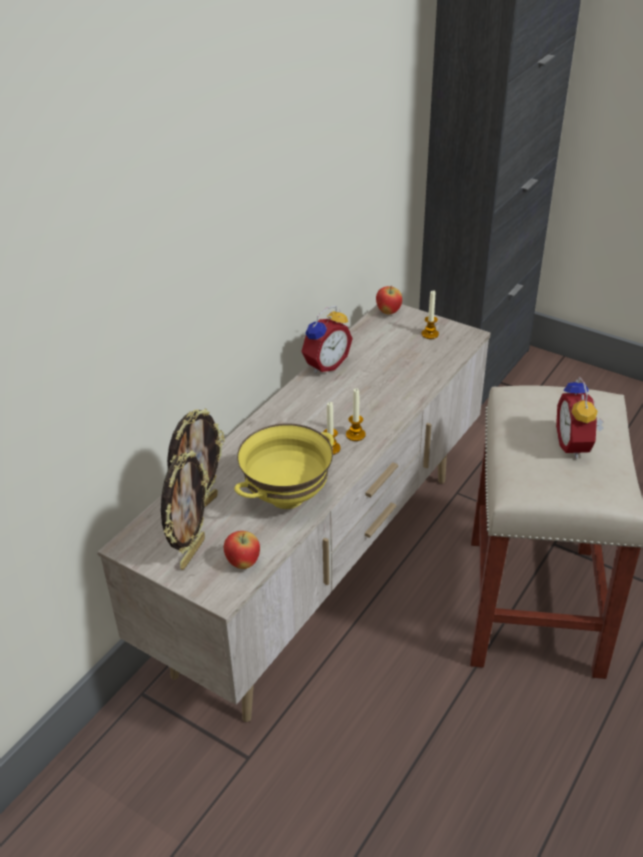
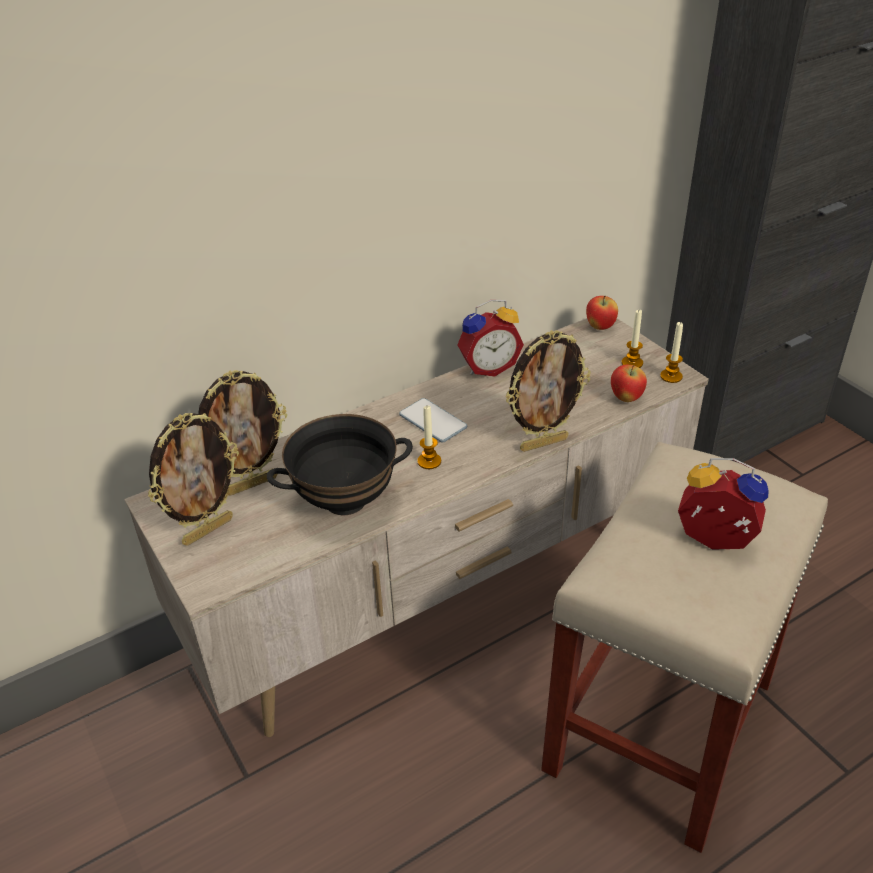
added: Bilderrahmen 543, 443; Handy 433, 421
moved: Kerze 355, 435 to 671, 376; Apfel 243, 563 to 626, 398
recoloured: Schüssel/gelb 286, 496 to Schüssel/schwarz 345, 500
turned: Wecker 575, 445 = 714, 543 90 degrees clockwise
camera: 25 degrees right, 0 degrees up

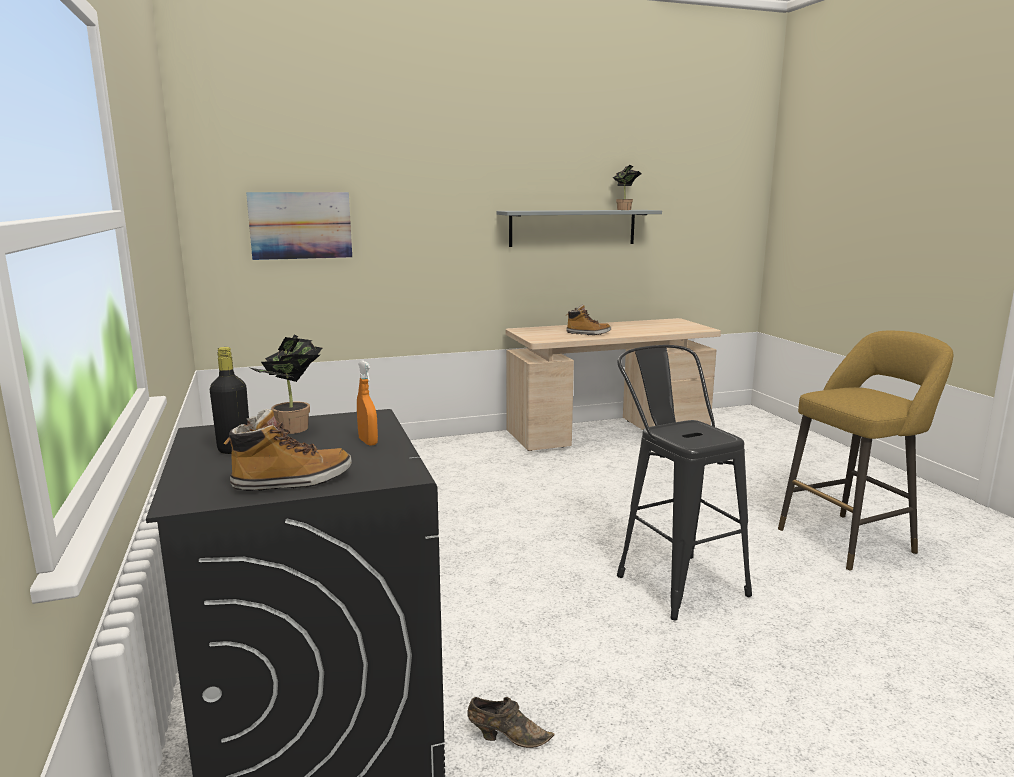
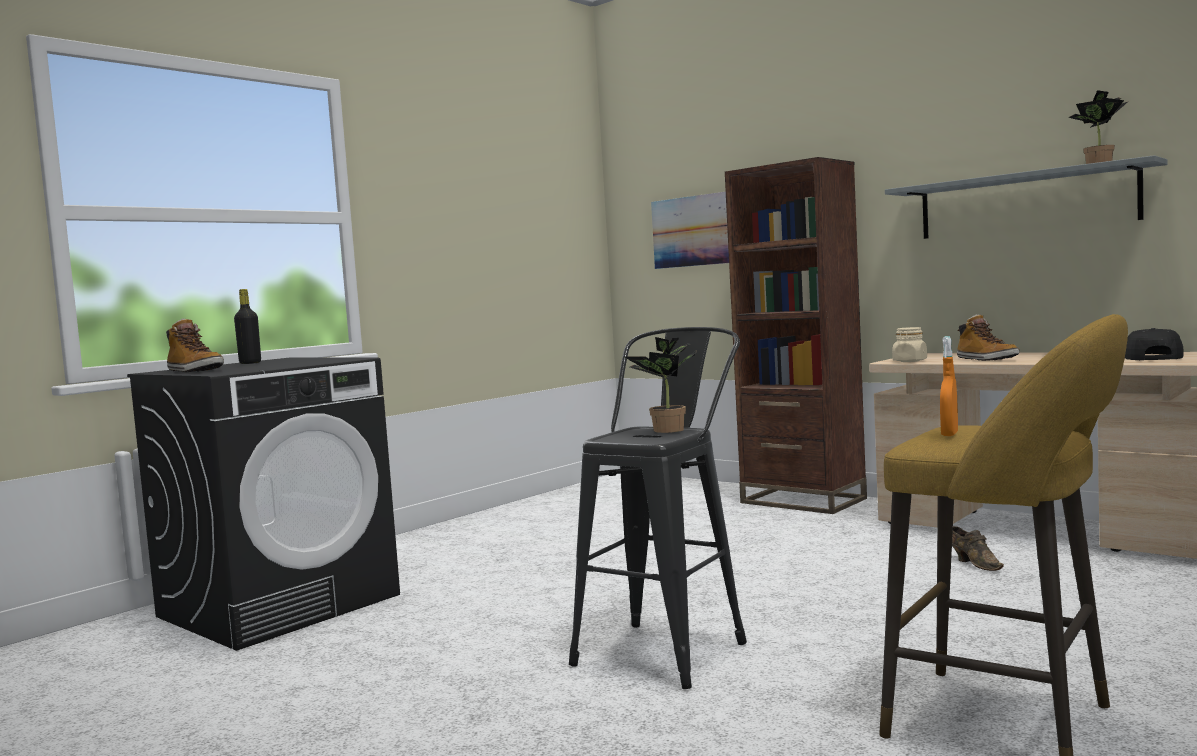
added: Bücherregal/braun 803, 501; Vorratsglas/beige 910, 361; Kappe/schwarz 1150, 357
moved: Topfpflanze 293, 430 to 666, 431; Sprühflasche/orange 368, 442 to 949, 434; Schuh/braun 507, 737 to 974, 564
camera: 60 degrees right, 10 degrees down

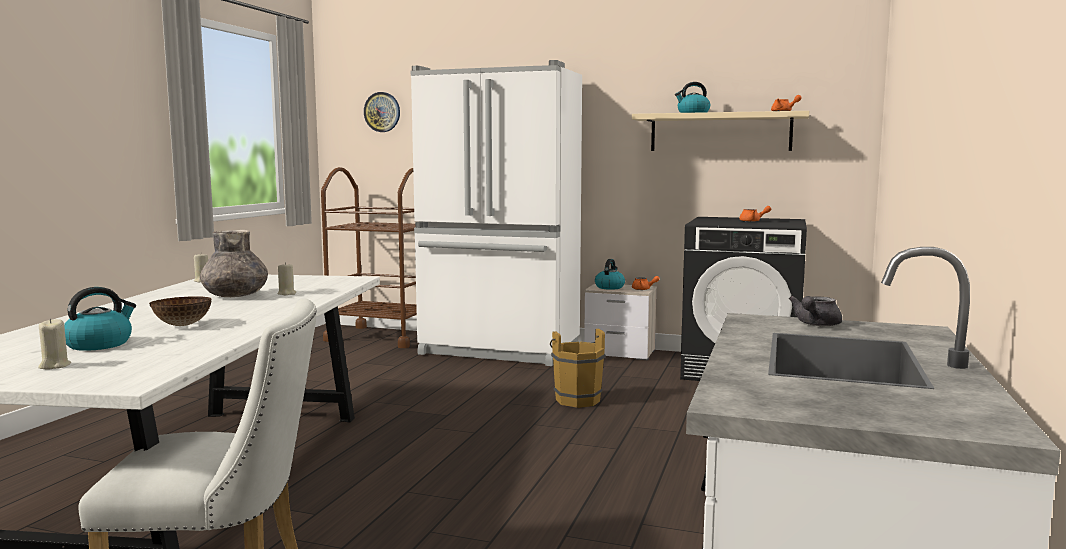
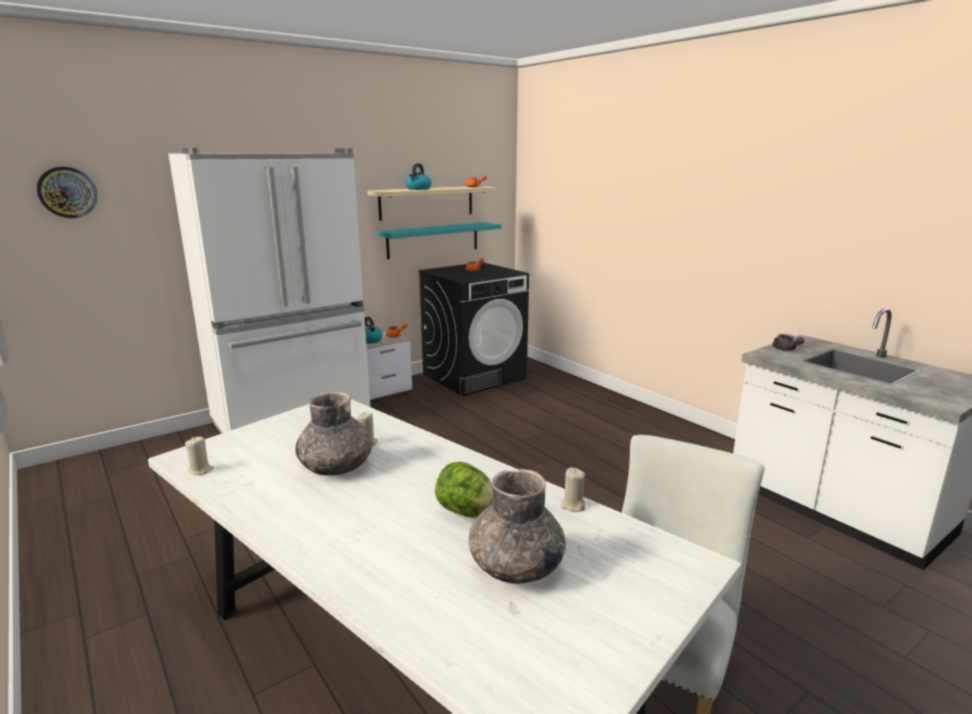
removed: Rollwagen/braun 381, 337; Eimer/braun 576, 399
added: Wandregal/türkis 433, 240
moved: Kerze/beige 54, 366 to 572, 505
replaced: Wasserkessel 99, 344 to Vase/grau 516, 567; Schüssel 183, 325 to Salatkopf 466, 512
camera: 55 degrees left, 10 degrees up

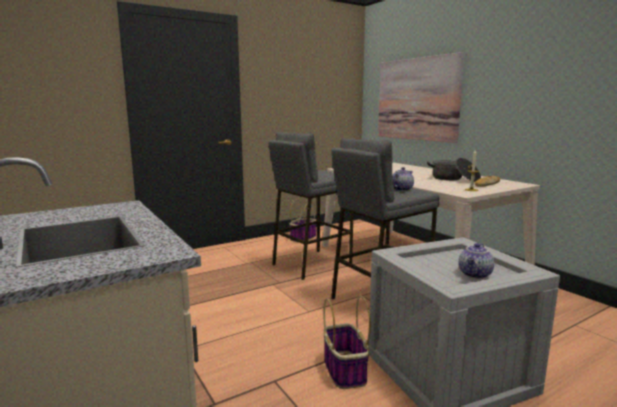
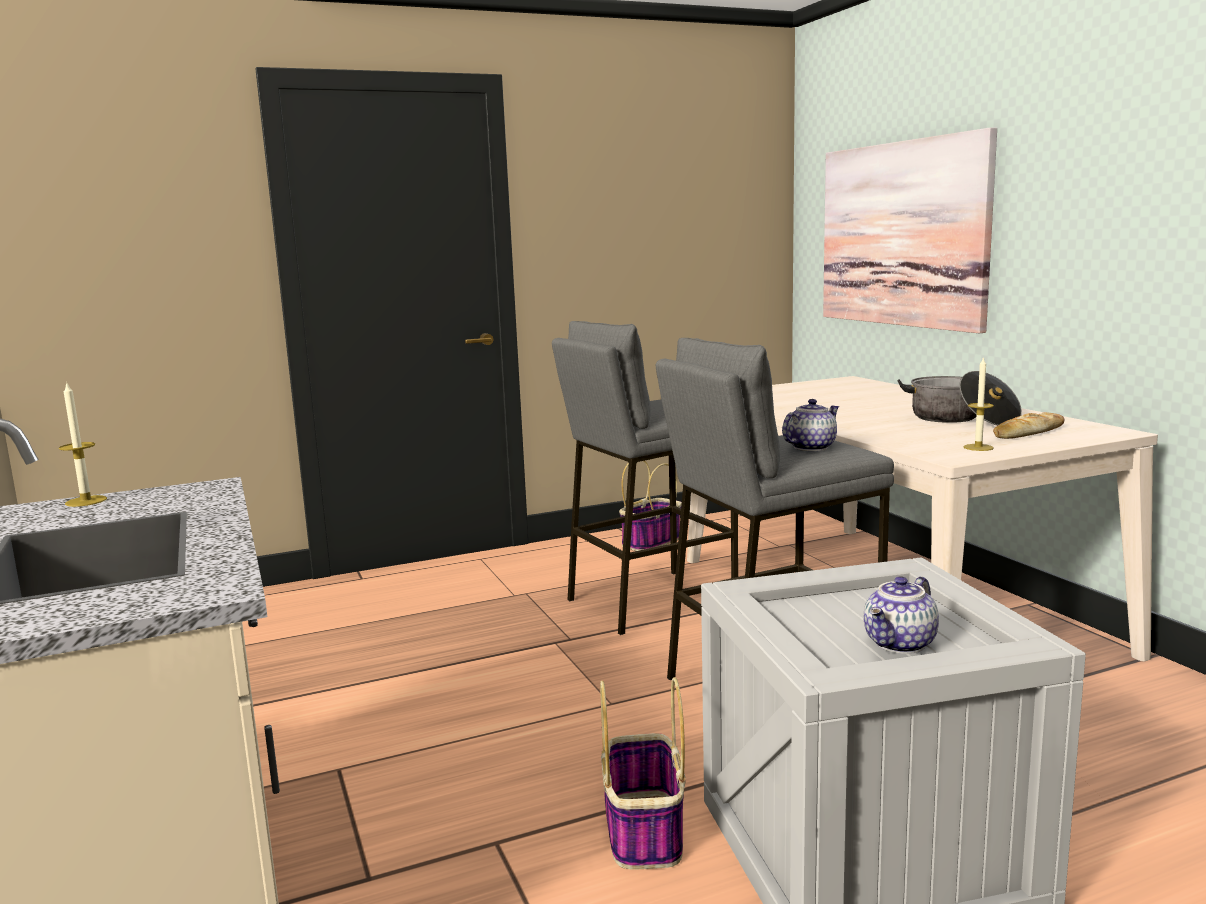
added: Kerze 86, 501
camera: 10 degrees right, 0 degrees up

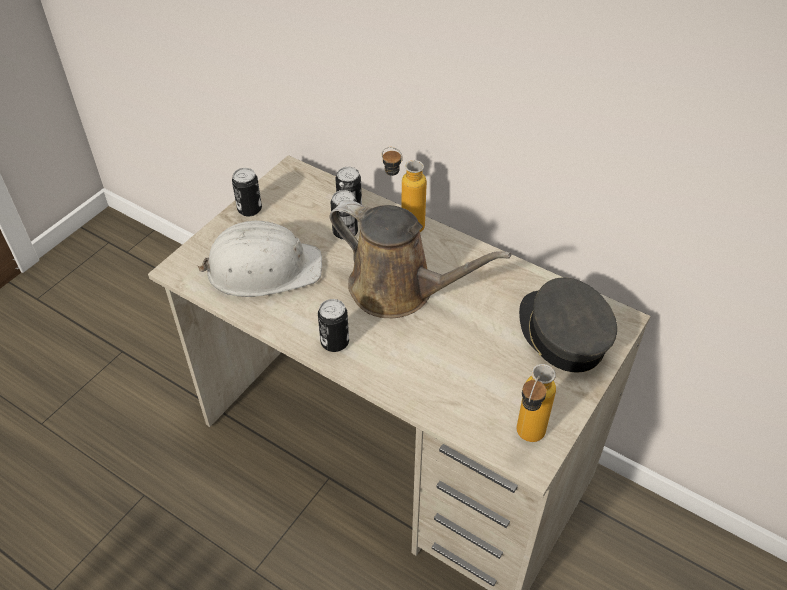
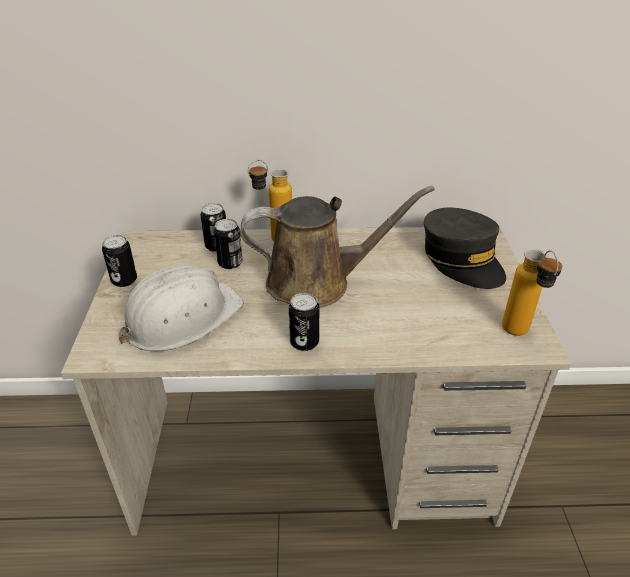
turned: Kappe/grau 562, 335 = 462, 259 150 degrees counterclockwise
camera: 35 degrees left, 10 degrees down

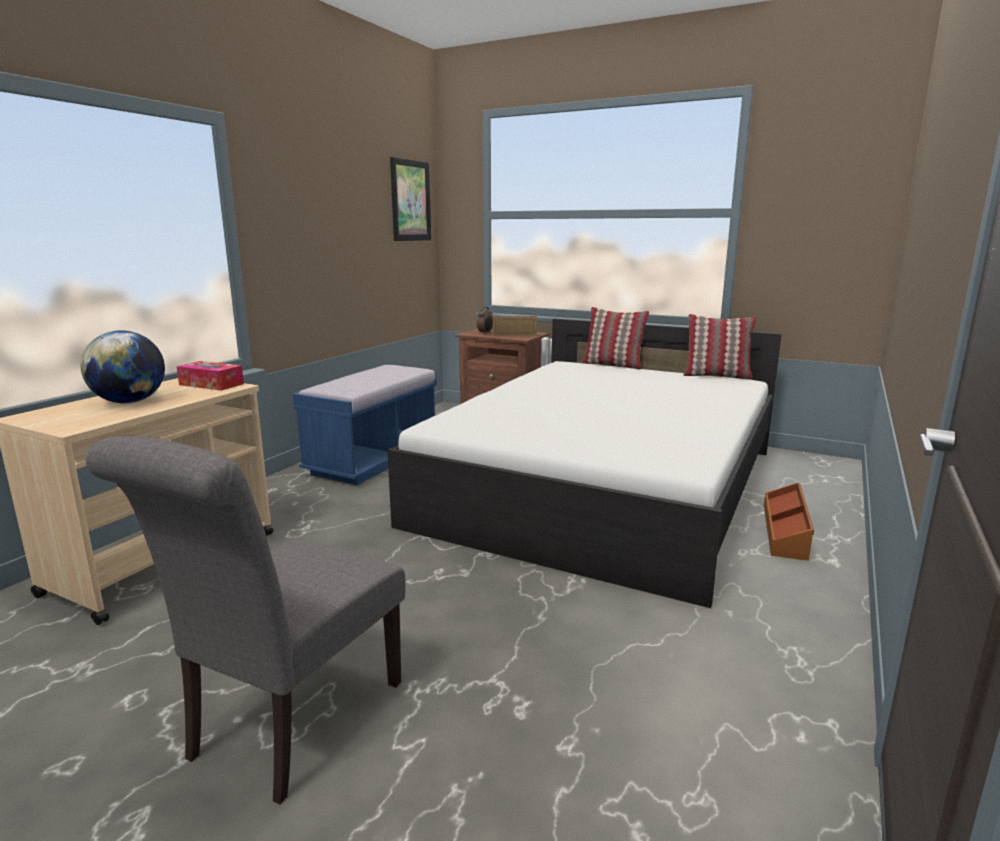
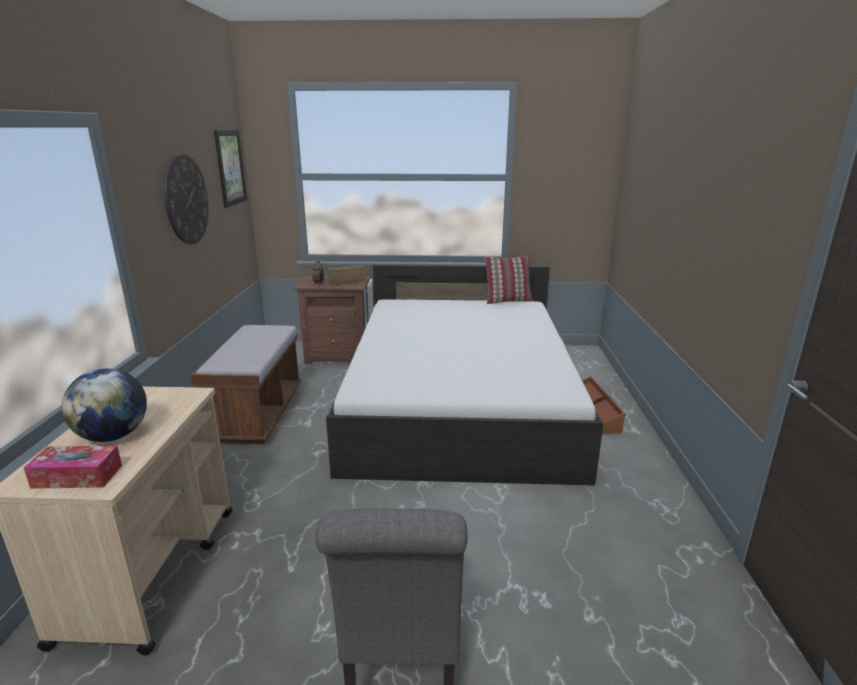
removed: Kissen 612, 365
added: Wanduhr 186, 200
moved: Taschentuchbox 211, 384 to 77, 476
recoloured: Bank/blau 373, 460 to Bank/braun 257, 414
camera: 25 degrees left, 5 degrees up

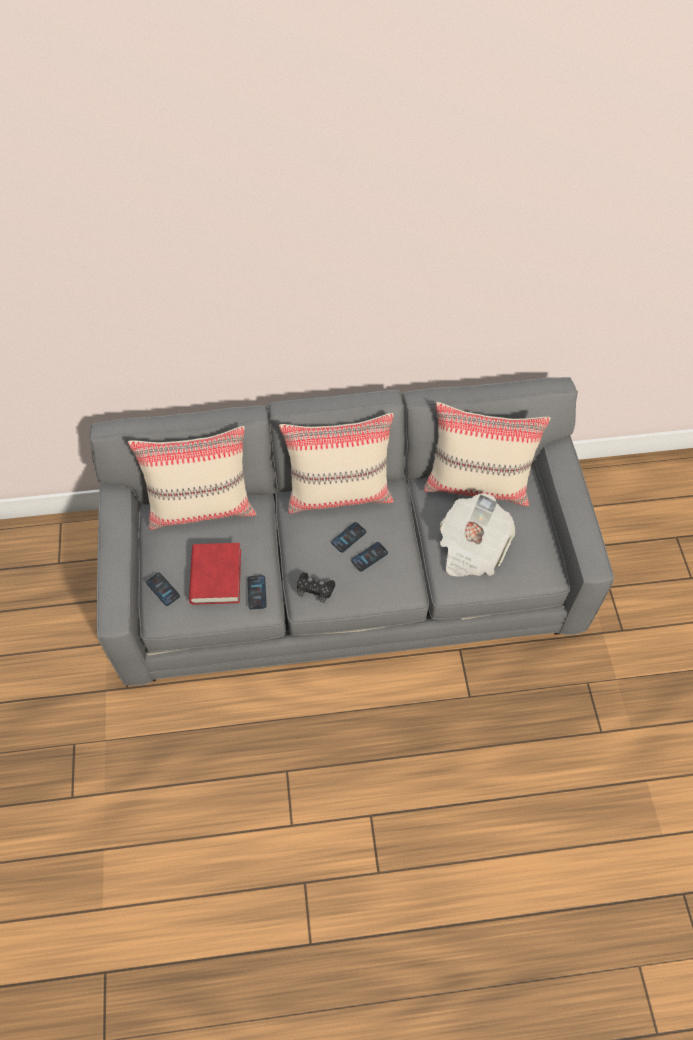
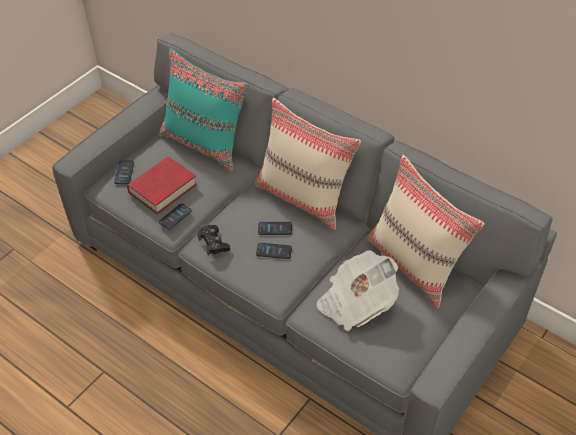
recoloured: Kissen/beige 202, 507 to Kissen/türkis 205, 144
camera: 45 degrees right, 10 degrees down

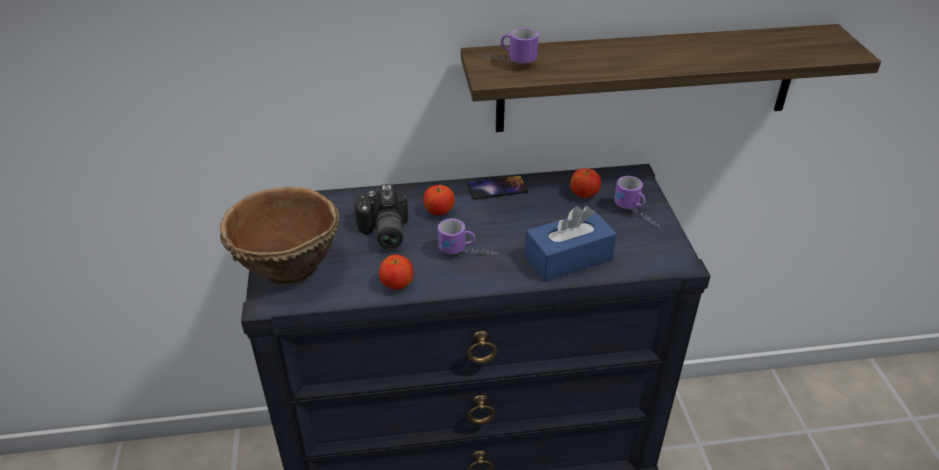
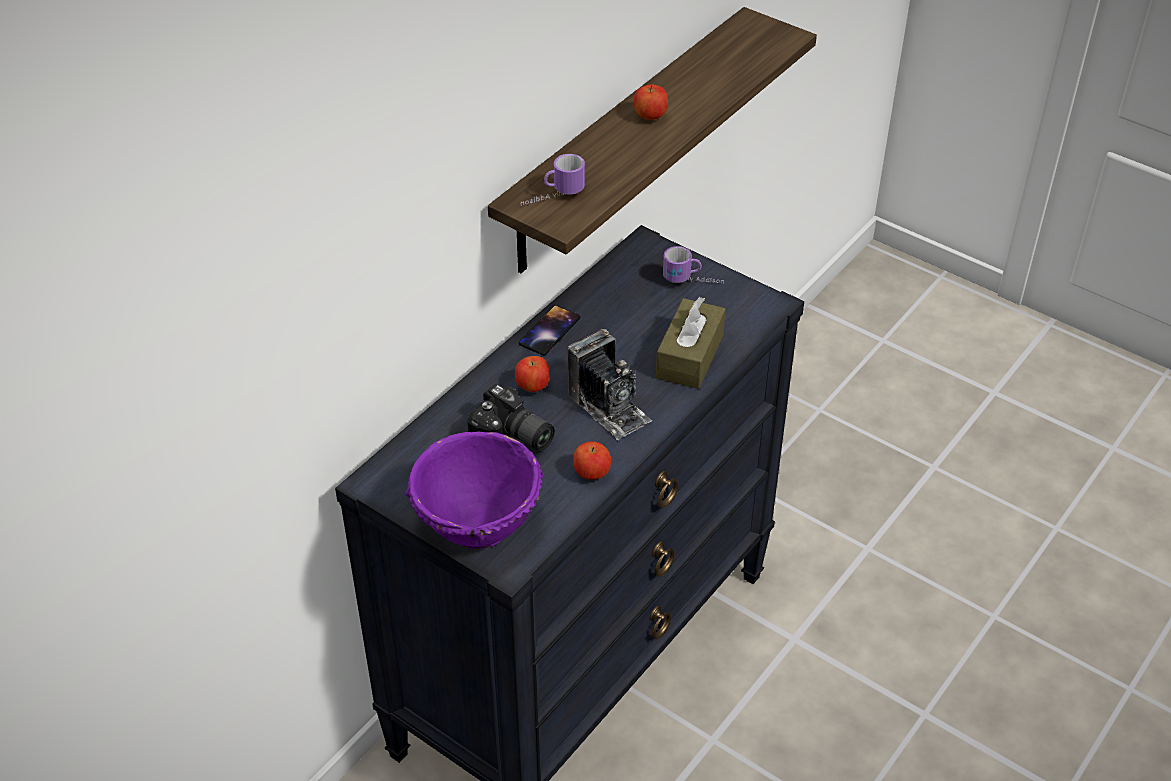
moved: Apfel 584, 195 to 649, 117
replaced: Henkelbecher 468, 253 to Kamera 609, 407
recoloured: Schüssel/braun 287, 267 to Schüssel/lila 477, 526; Taschentuchbox/blau 568, 258 to Taschentuchbox/braun 689, 356
camera: 45 degrees left, 5 degrees up

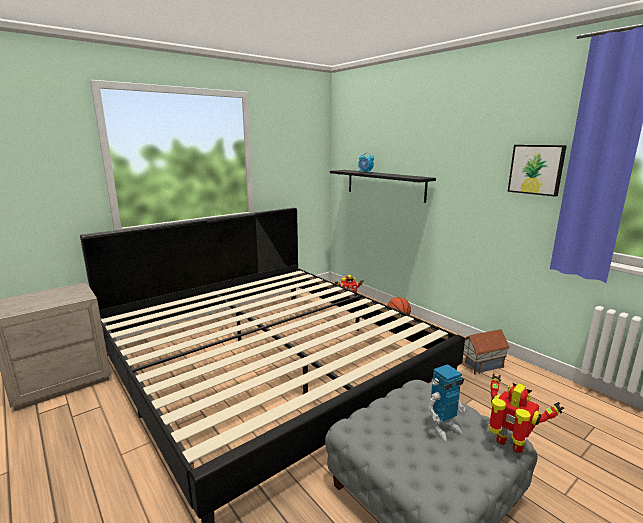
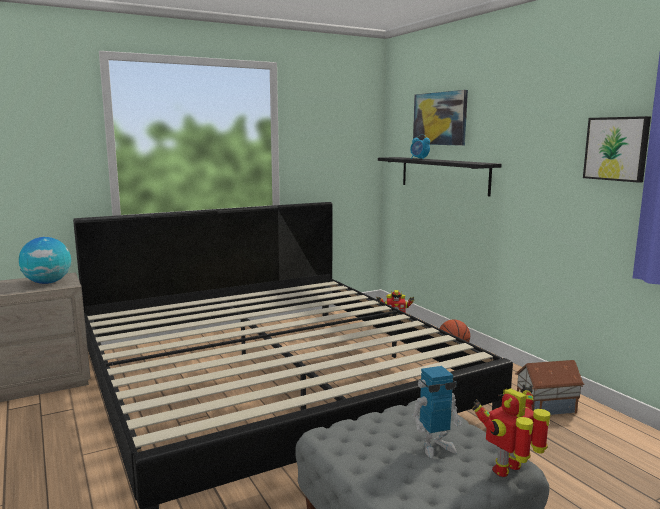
added: Bild 440, 118; Globus 47, 282
turned: Spielzeugroboter 509, 446 = 510, 470 90 degrees counterclockwise
camera: 10 degrees right, 5 degrees down

